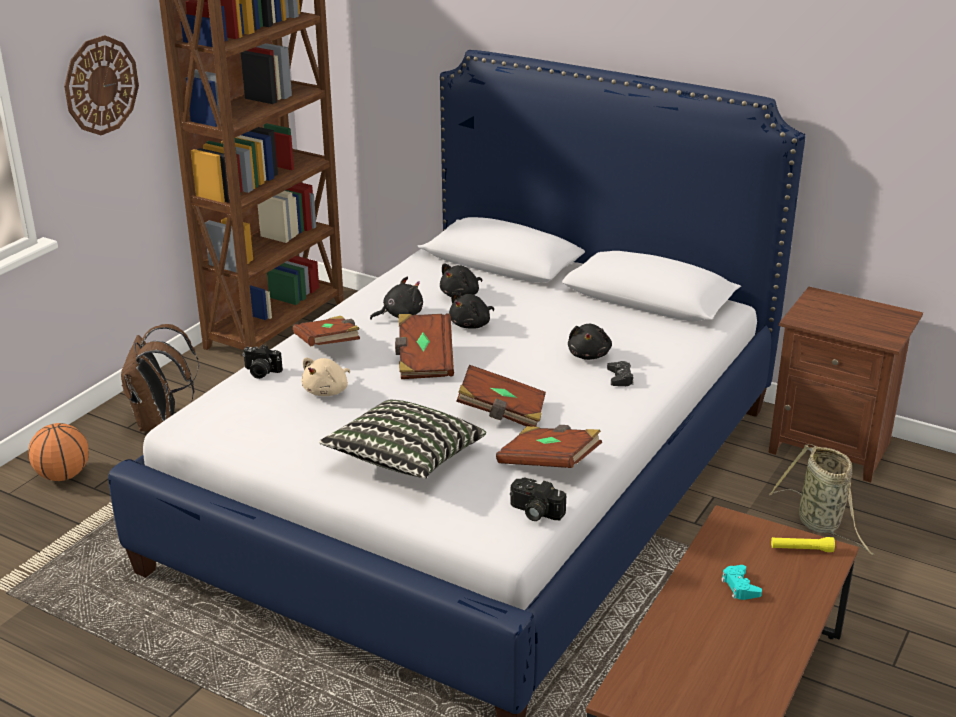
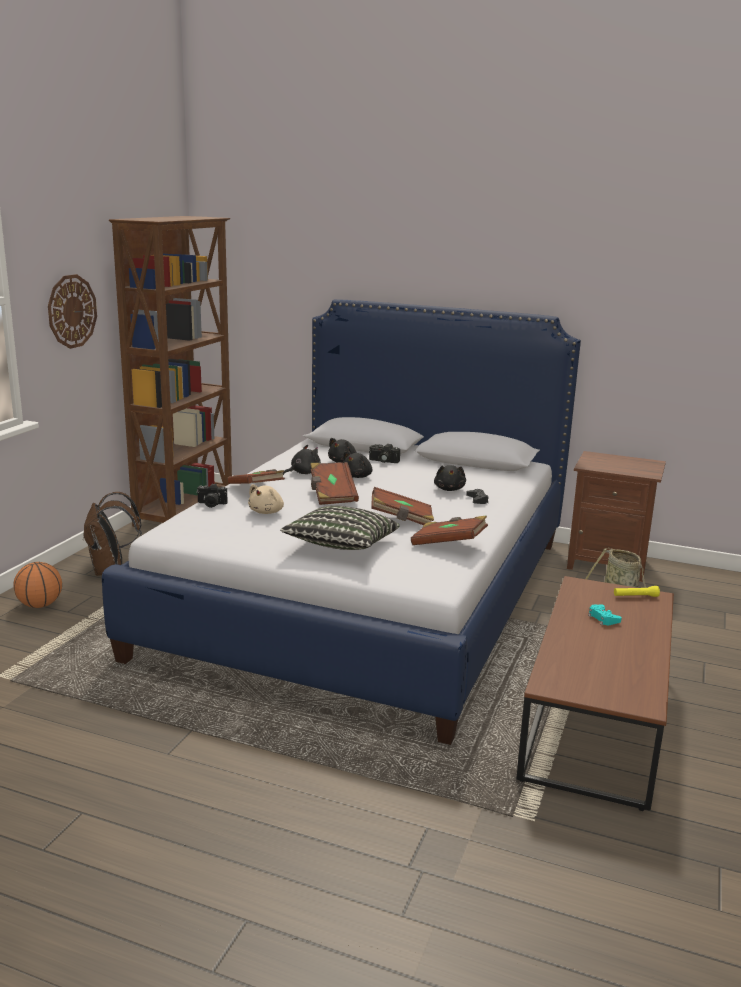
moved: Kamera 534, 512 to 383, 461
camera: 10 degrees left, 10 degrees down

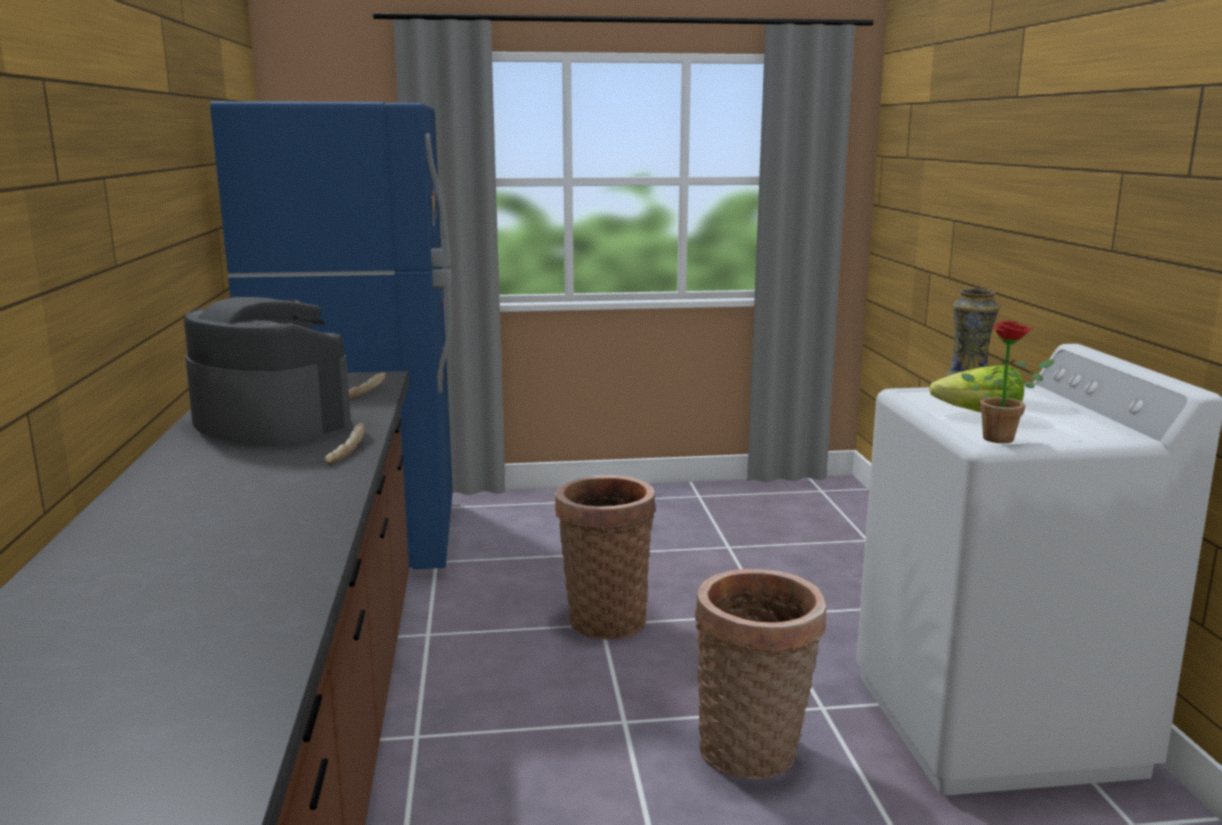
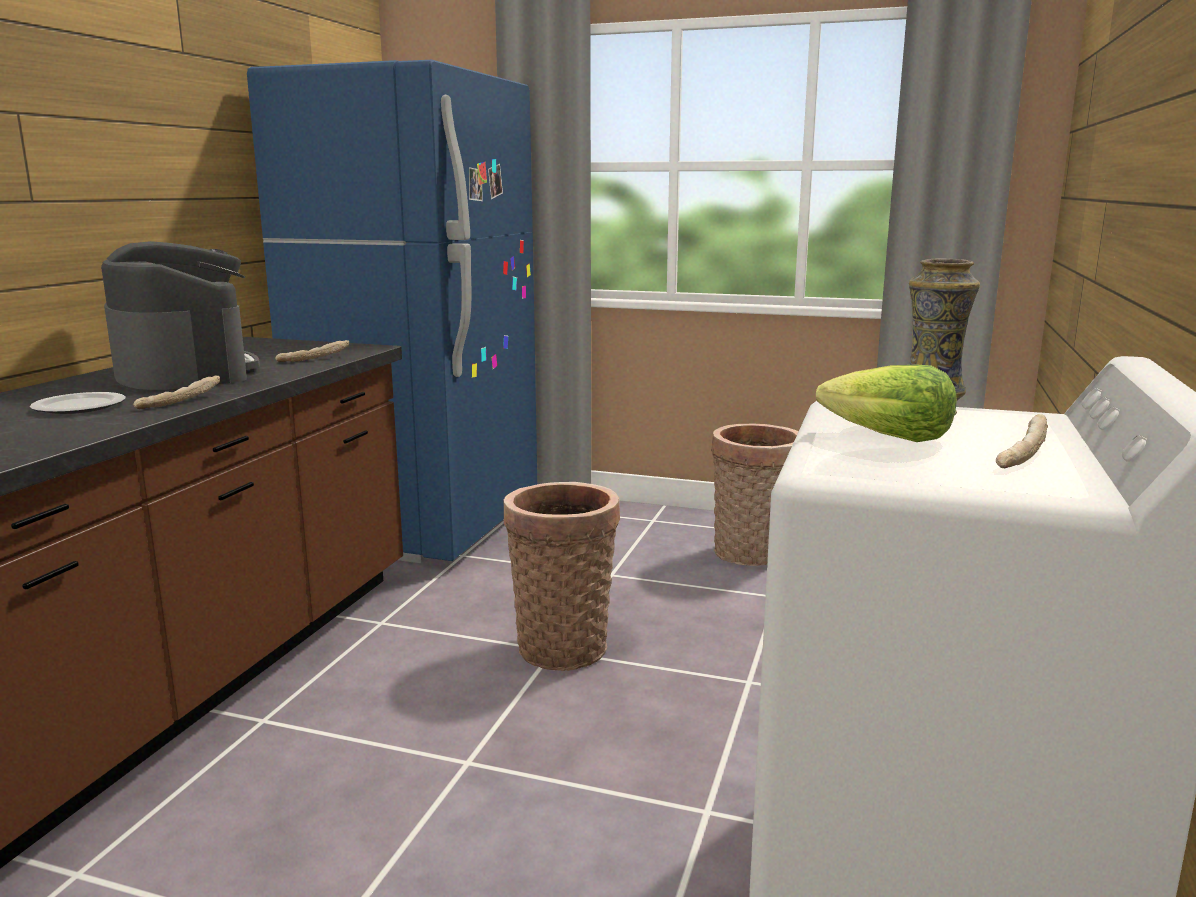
removed: Topfpflanze 1003, 438
added: Teller 79, 407; Brot 1019, 455
moved: Korb 754, 753 to 752, 555
camera: 25 degrees right, 0 degrees up

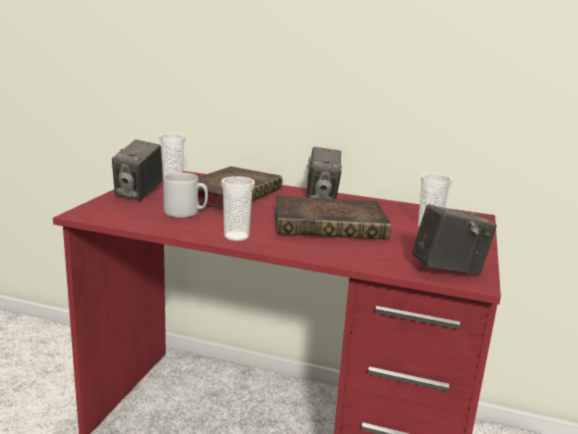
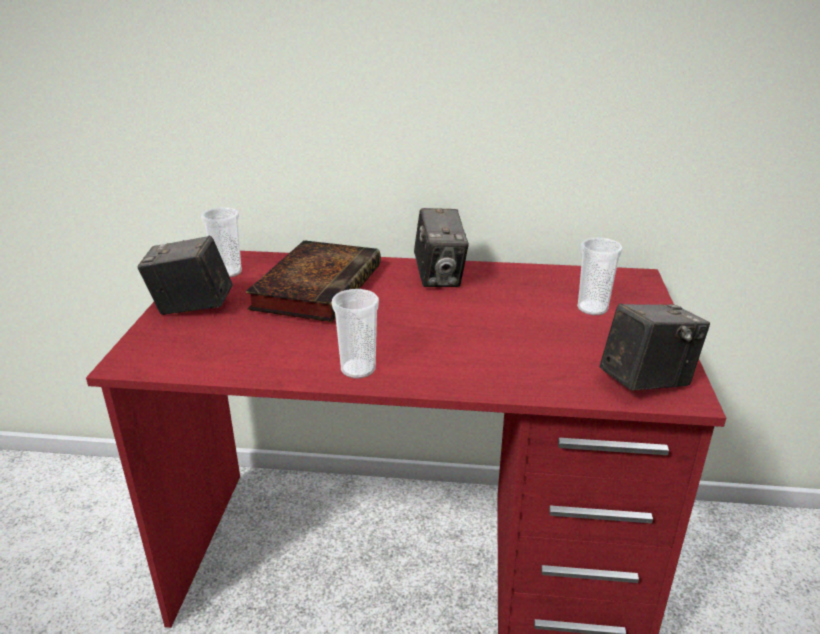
removed: Henkelbecher/grau 185, 213; Buch 331, 225
turned: Kamera 139, 194 = 192, 308 90 degrees clockwise
camera: 10 degrees left, 10 degrees up

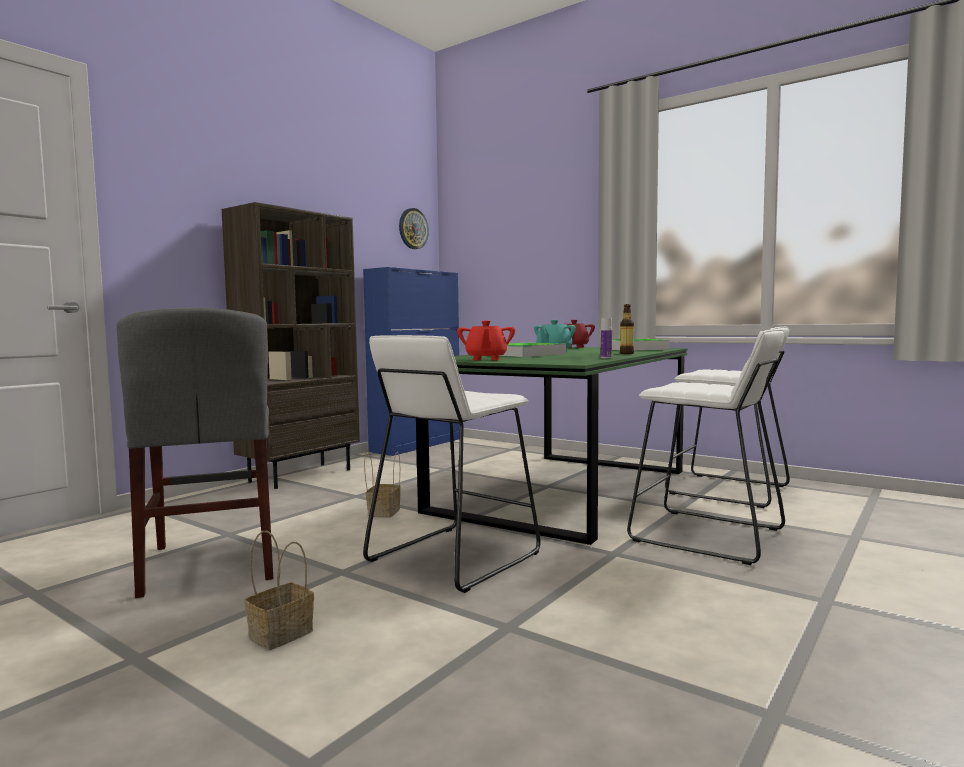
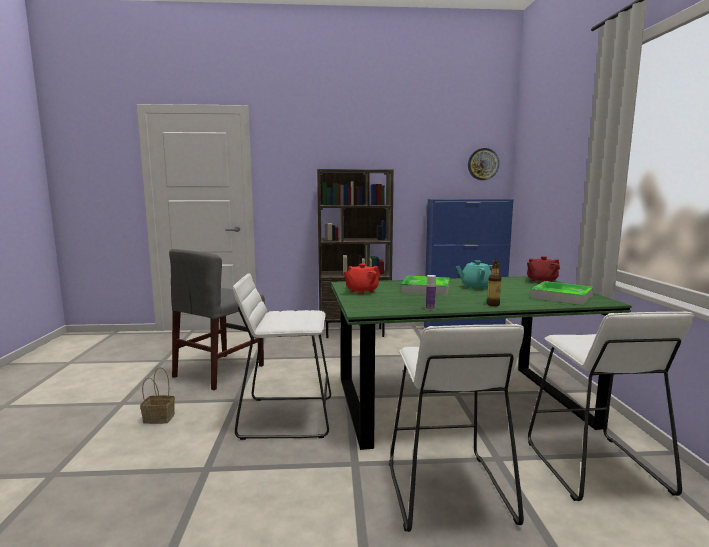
removed: Korb 383, 512
camera: 50 degrees right, 5 degrees up

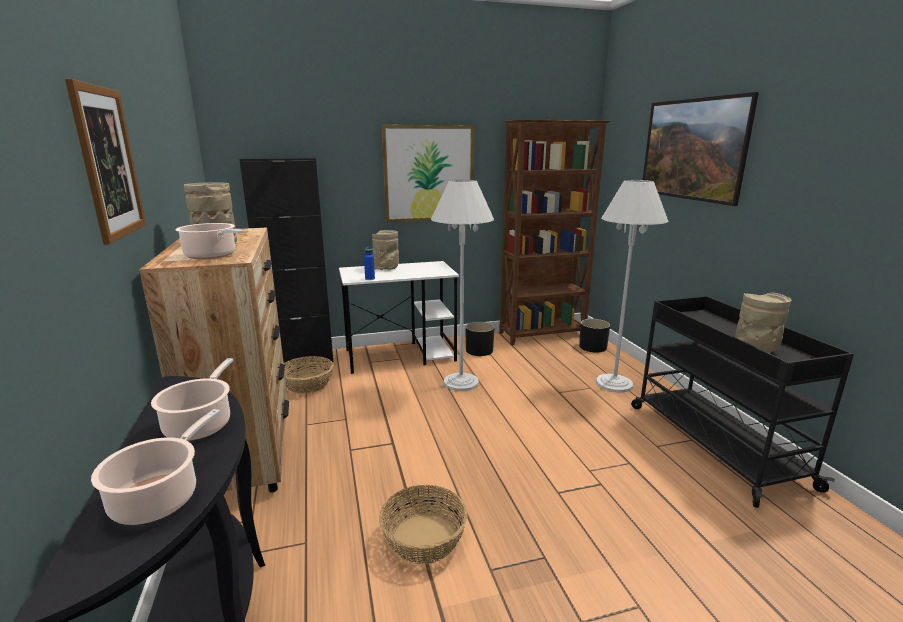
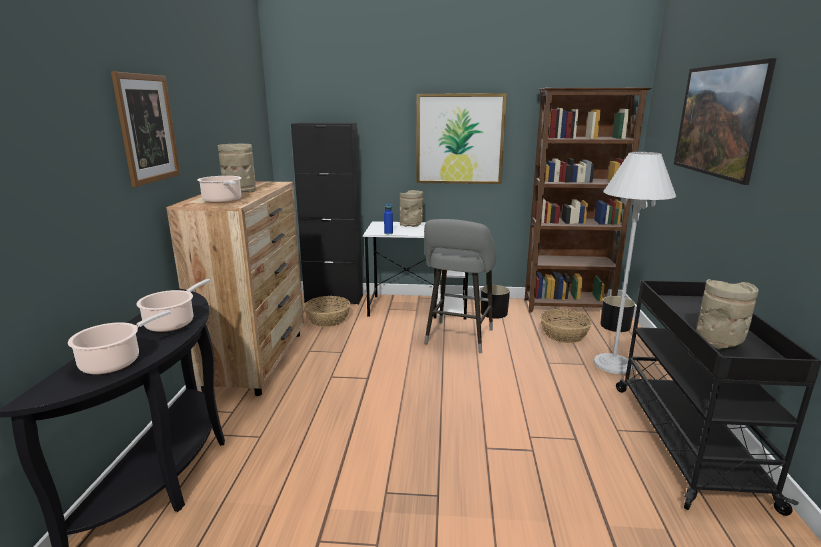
moved: Korb 423, 538 to 563, 334
replaced: Stehlampe/weiß 461, 382 to Hocker/grau 458, 338
camera: 20 degrees right, 0 degrees up

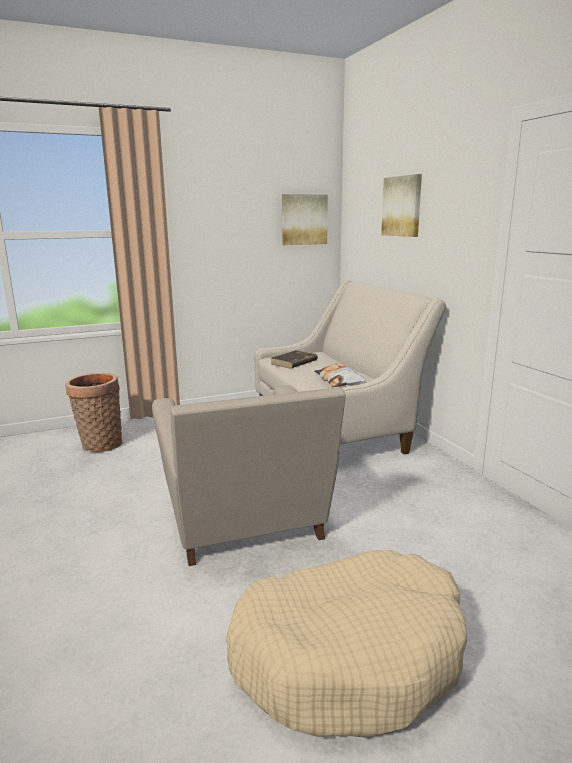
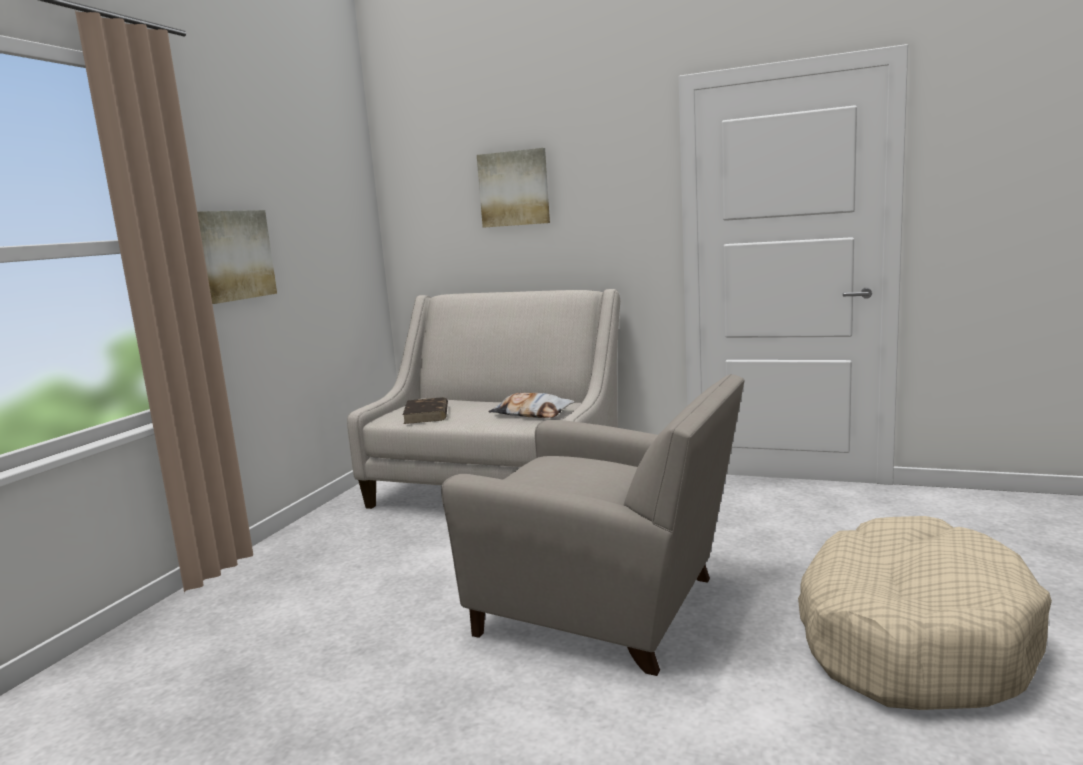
removed: Korb 99, 444
moved: Bild 304, 219 to 235, 255
camera: 45 degrees left, 5 degrees down

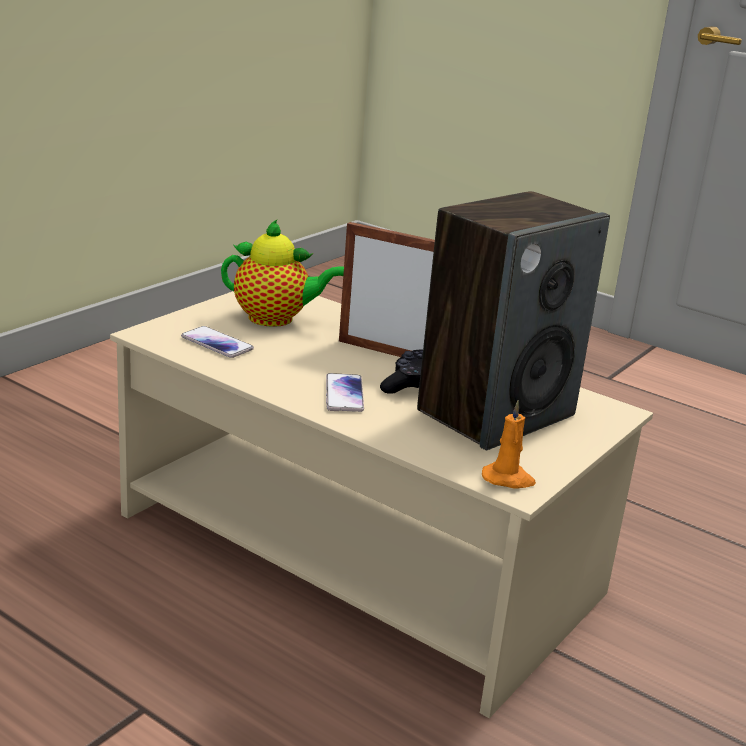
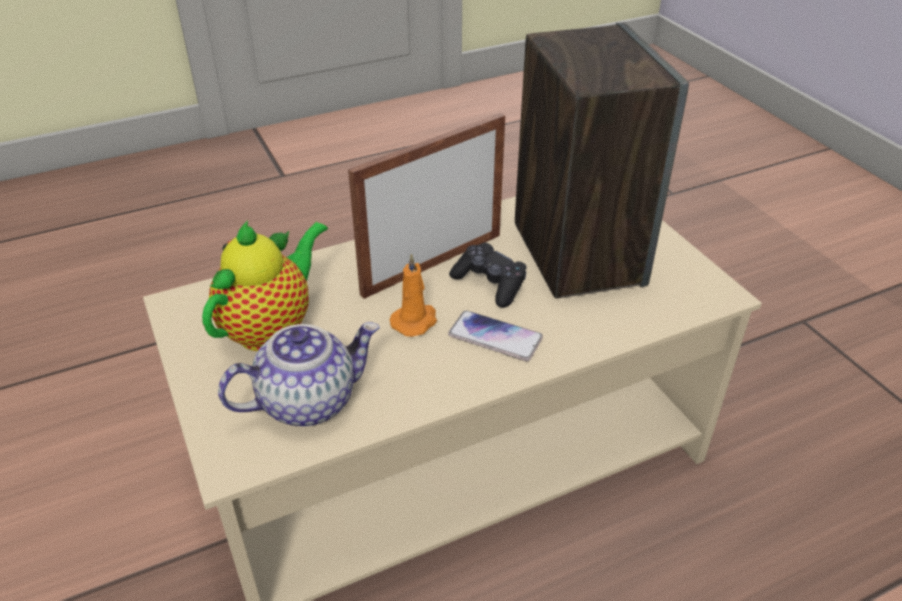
moved: Kerze/orange 508, 479 to 415, 321
replaced: Handy 217, 343 to Teekanne 308, 400
camera: 60 degrees left, 15 degrees up

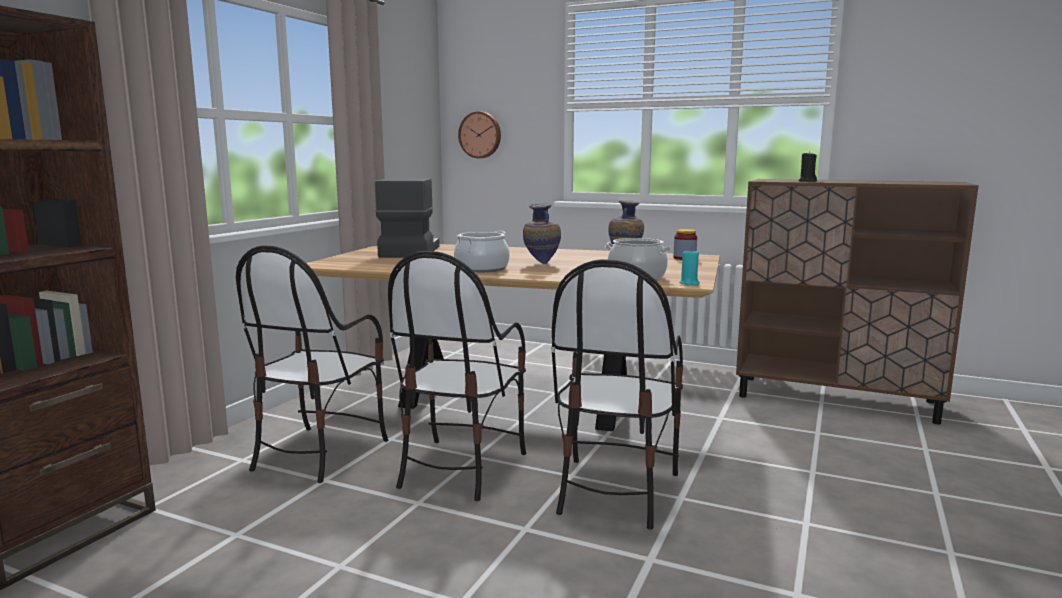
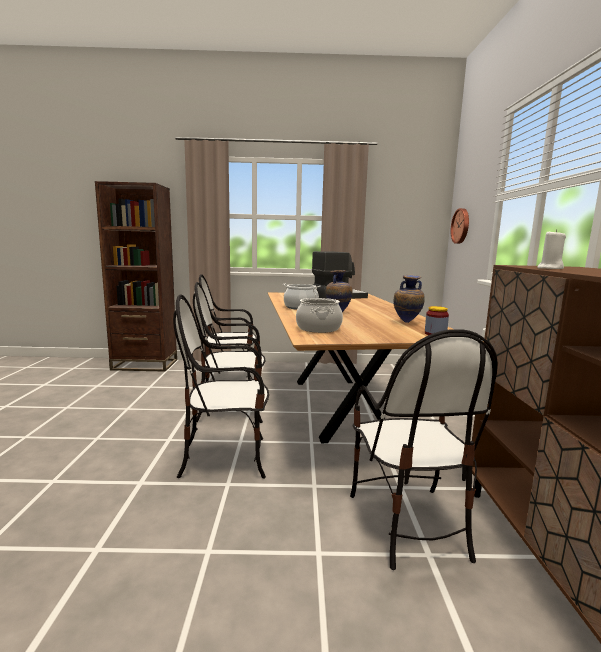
removed: Kerze/türkis 689, 283
added: Stuhl 408, 523
recoloured: Kerze/schwarz 807, 181 to Kerze/weiß 549, 268
camera: 65 degrees right, 0 degrees up

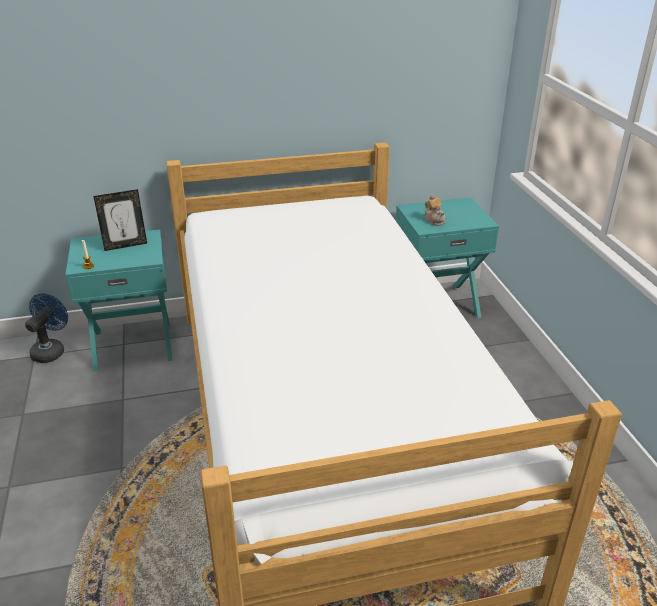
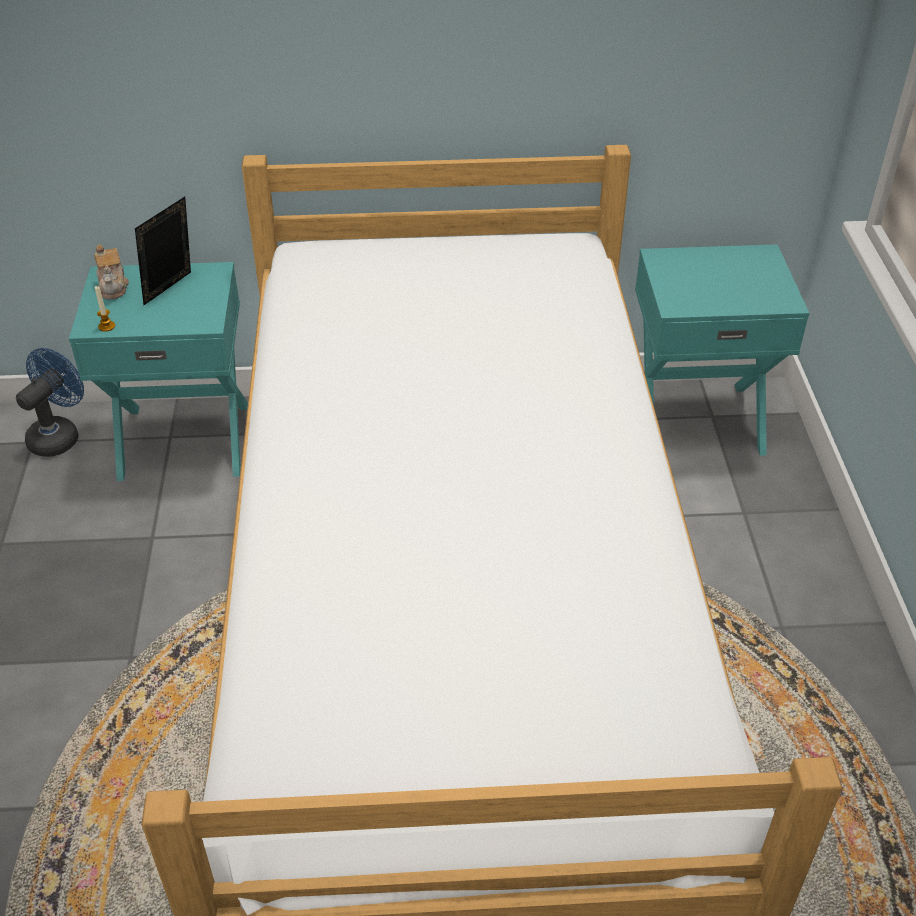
moved: Teekanne 434, 220 to 113, 286
turned: Bilderrahmen 125, 245 = 171, 290 135 degrees clockwise
camera: 10 degrees right, 10 degrees up

